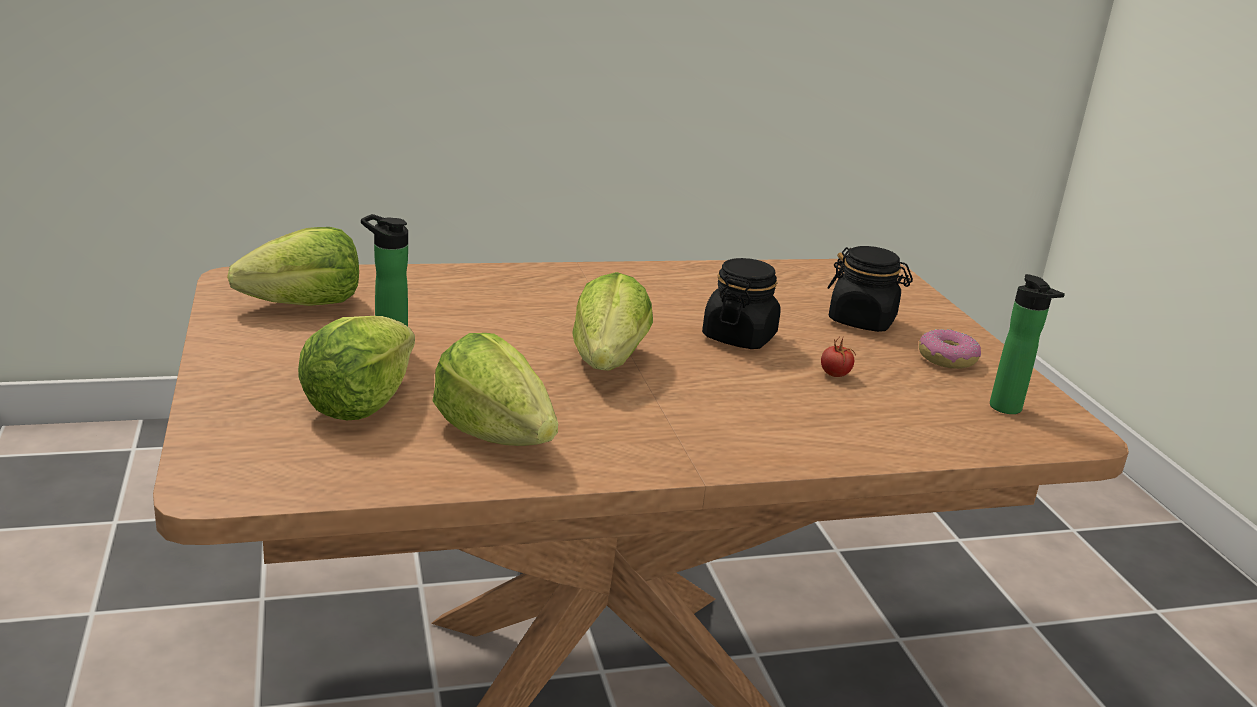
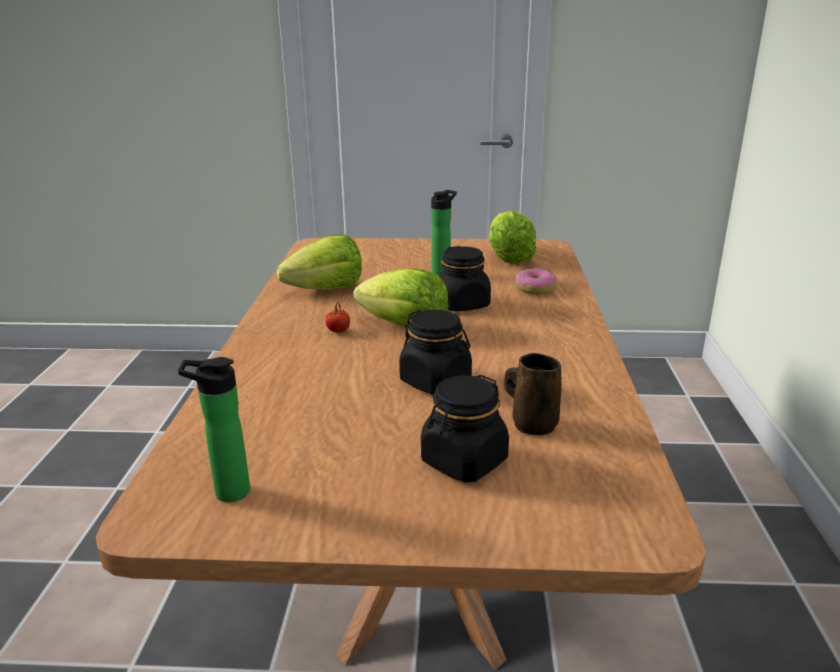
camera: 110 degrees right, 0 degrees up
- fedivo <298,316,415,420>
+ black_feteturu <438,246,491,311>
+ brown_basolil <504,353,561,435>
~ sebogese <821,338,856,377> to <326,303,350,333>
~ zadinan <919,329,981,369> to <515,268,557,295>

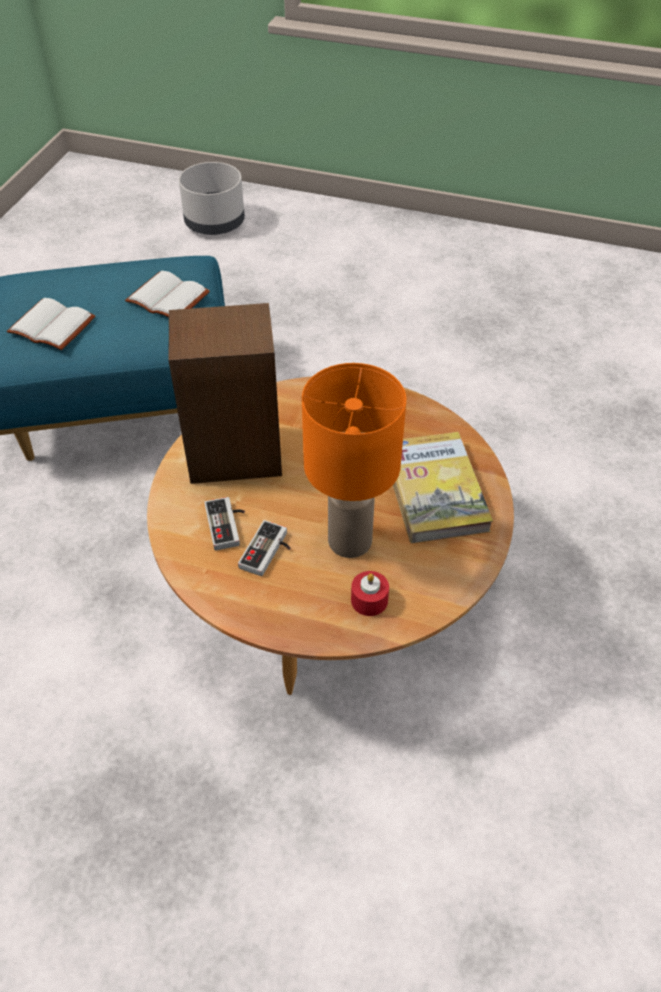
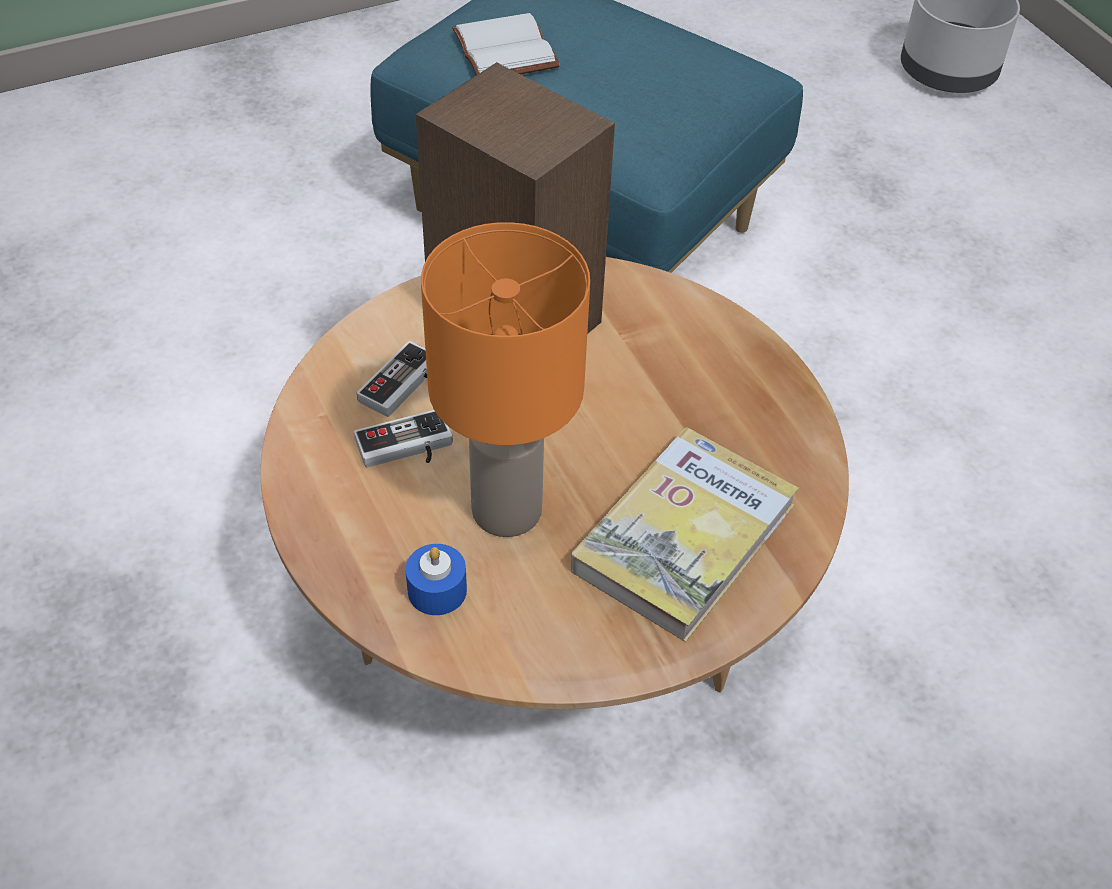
camera: 45 degrees right, 0 degrees up
- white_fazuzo <125,271,210,317>
~ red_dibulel <351,571,389,616> to blue_dibulel <405,544,467,615>

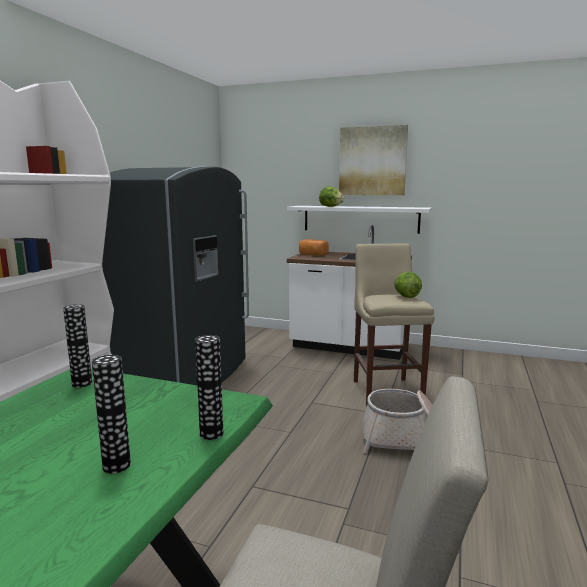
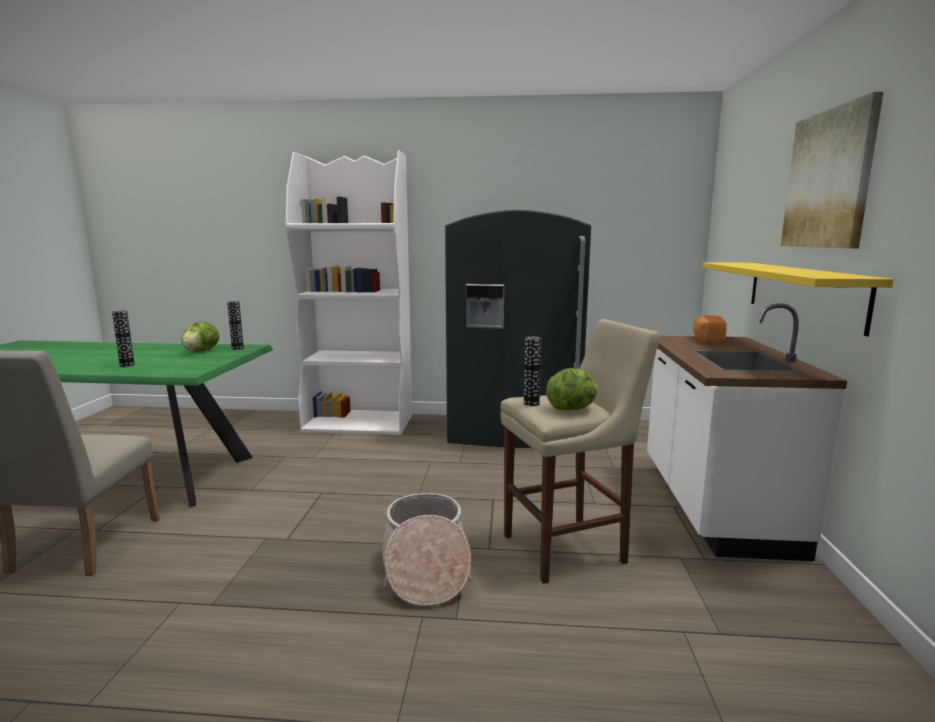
camera: 75 degrees right, 0 degrees up
~ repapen <195,335,223,440> to <524,337,541,406>
~ fedivo <319,186,344,207> to <182,321,219,352>
~ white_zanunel <287,206,431,234> to yellow_zanunel <702,262,894,336>

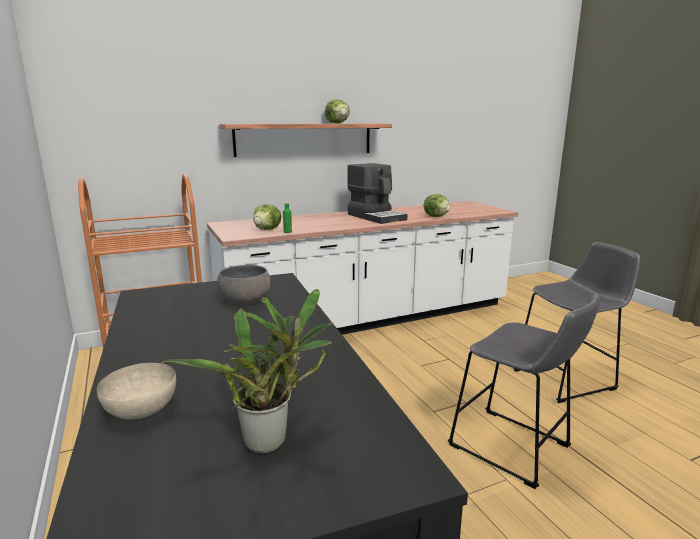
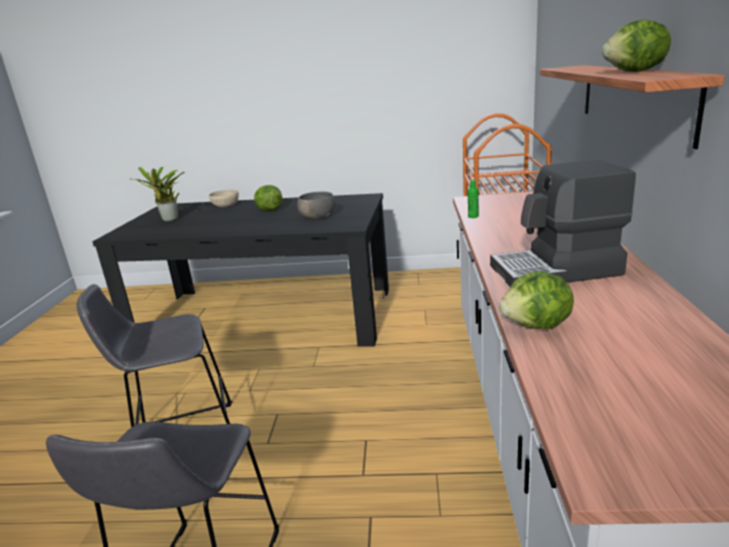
camera: 120 degrees right, 5 degrees up
~ fedivo <253,204,281,230> to <254,185,282,211>

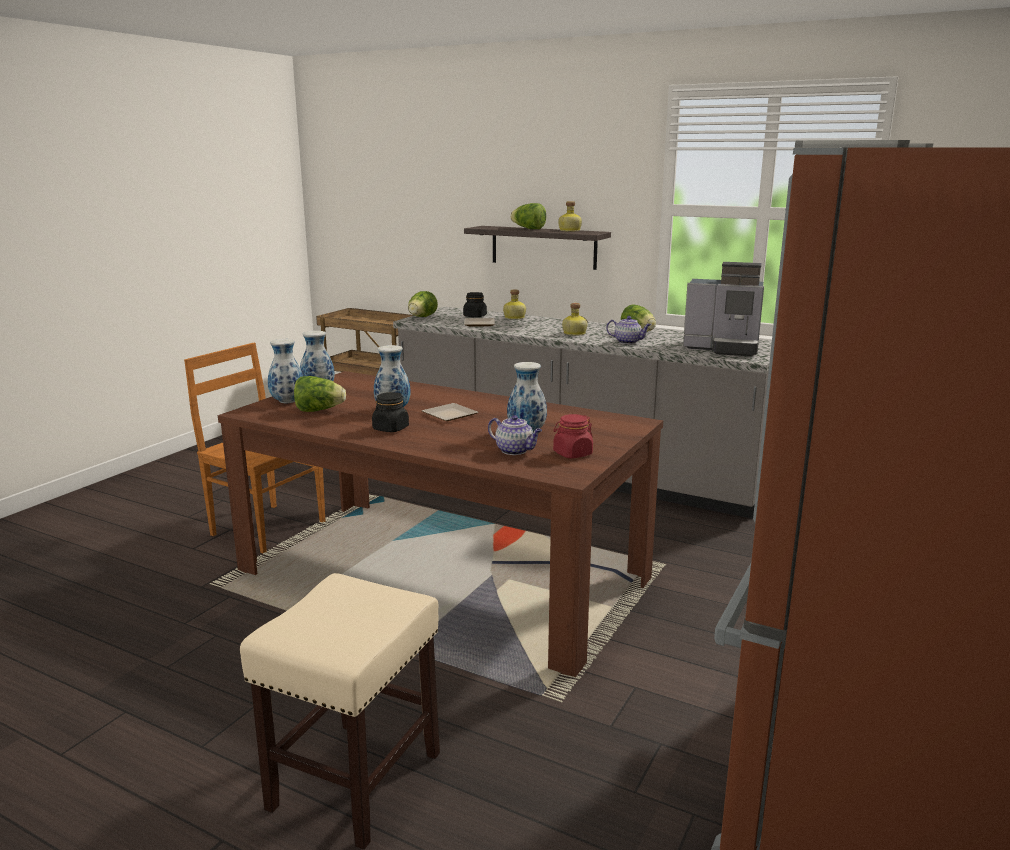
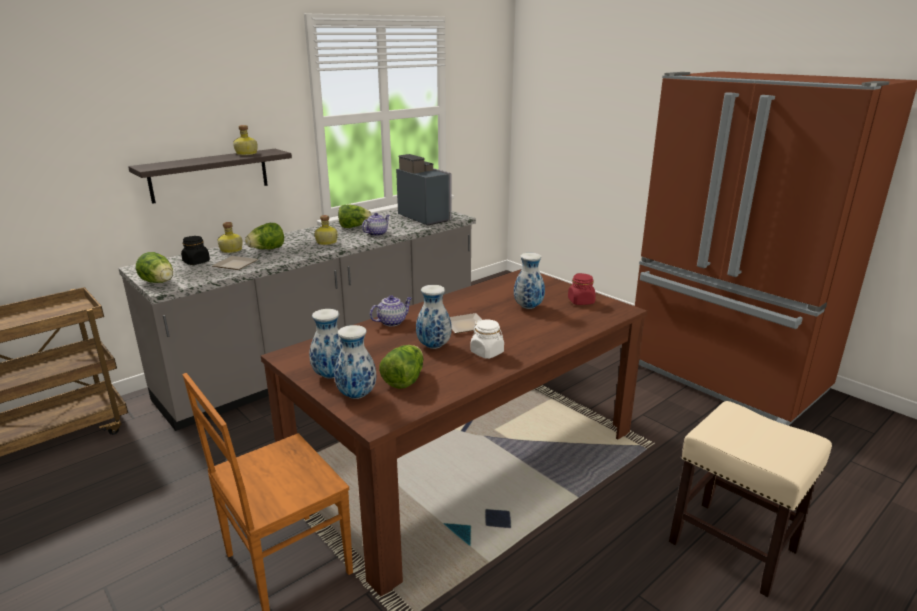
camera: 70 degrees left, 5 degrees up
~ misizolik <488,415,542,455> to <370,295,412,326>
~ fedivo <510,203,546,229> to <245,223,284,249>
~ black_feteturu <372,392,409,432> to white_feteturu <471,319,504,359>
~ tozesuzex <683,262,764,357> = <396,154,452,226> 75 degrees counterclockwise

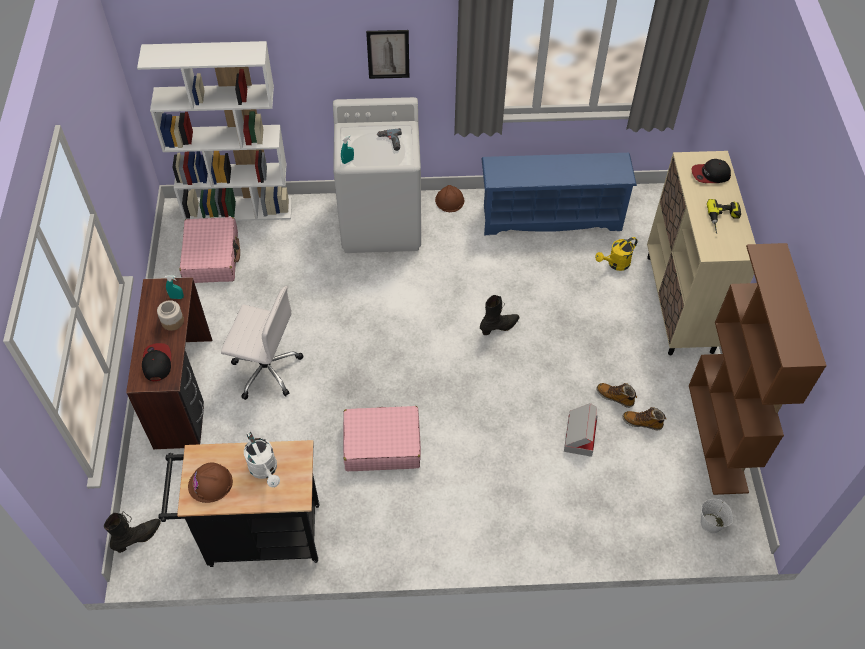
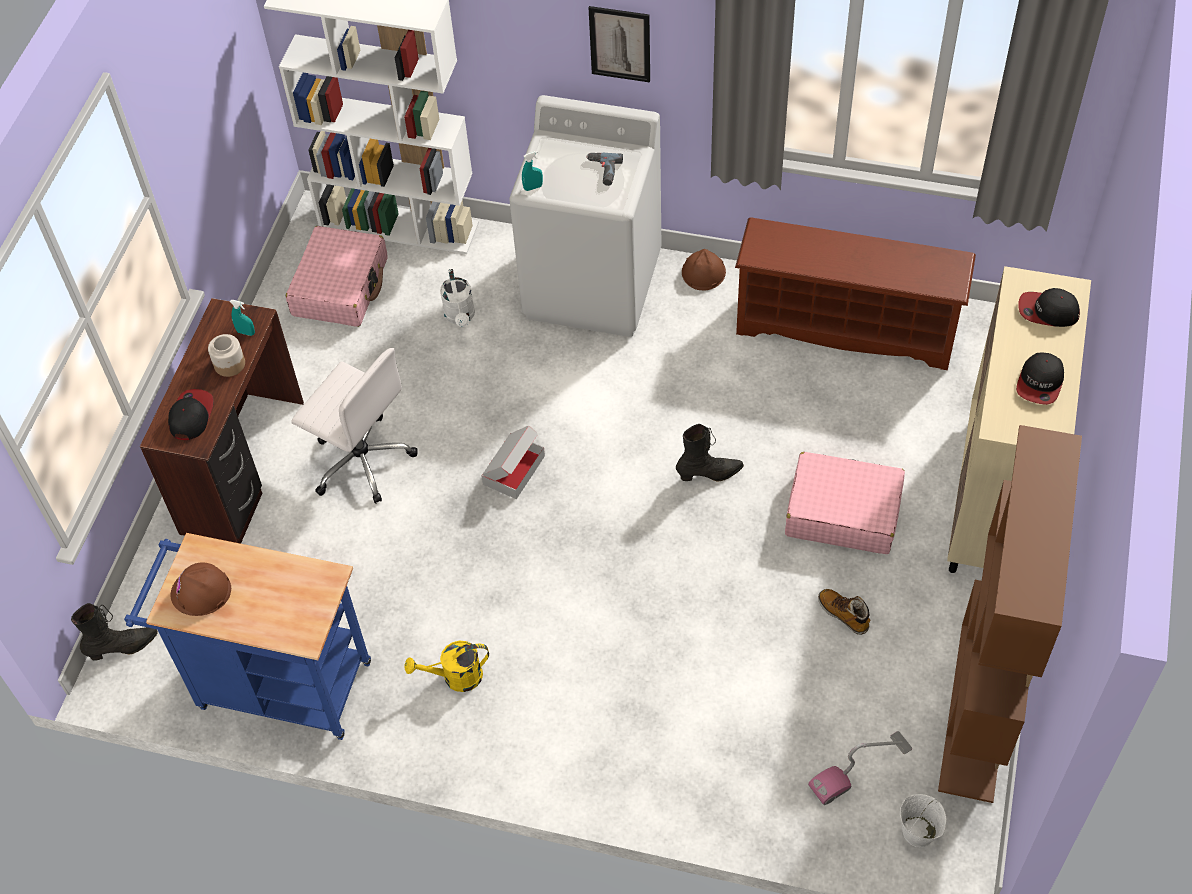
camera: 20 degrees right, 0 degrees up
- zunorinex <622,407,667,430>
+ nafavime <808,731,912,805>
~ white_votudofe <244,432,280,487> to <440,269,475,327>
~ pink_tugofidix <343,406,421,471> to <785,452,905,554>
~ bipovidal <564,403,598,457> to <482,426,545,499>
~ yellow_votudofe <595,237,638,271> to <405,641,489,692>
~ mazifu <707,199,741,234> to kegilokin <1016,353,1064,405>
~ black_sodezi <158,440,319,567> to blue_sodezi <124,533,371,740>
~ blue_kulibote <481,153,637,235> to brown_kulibote <735,218,976,370>

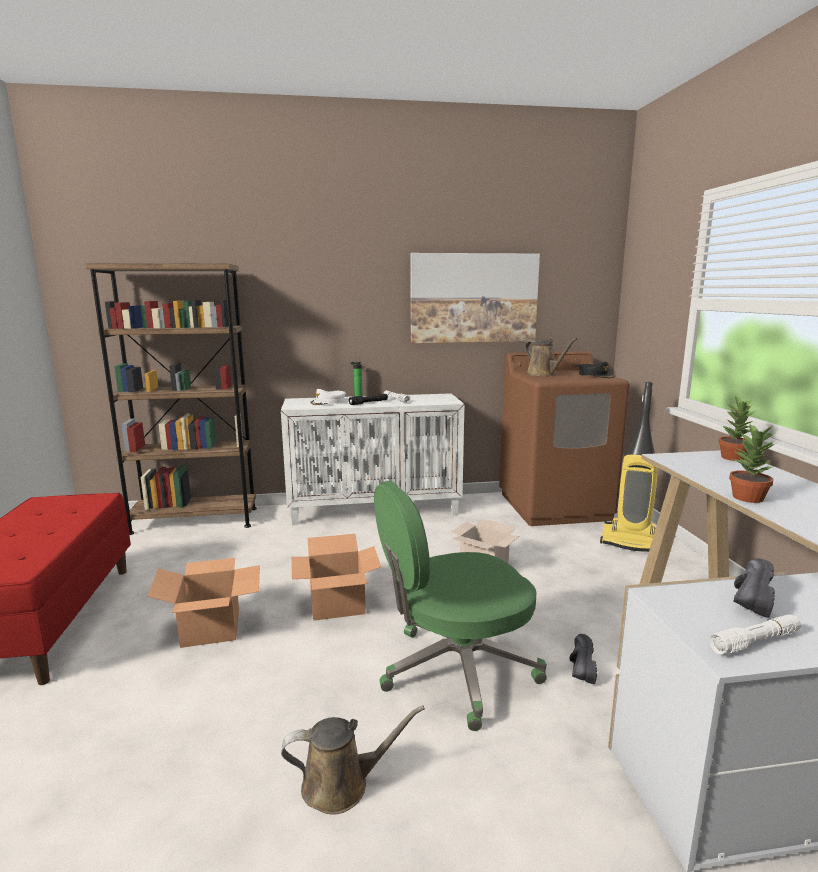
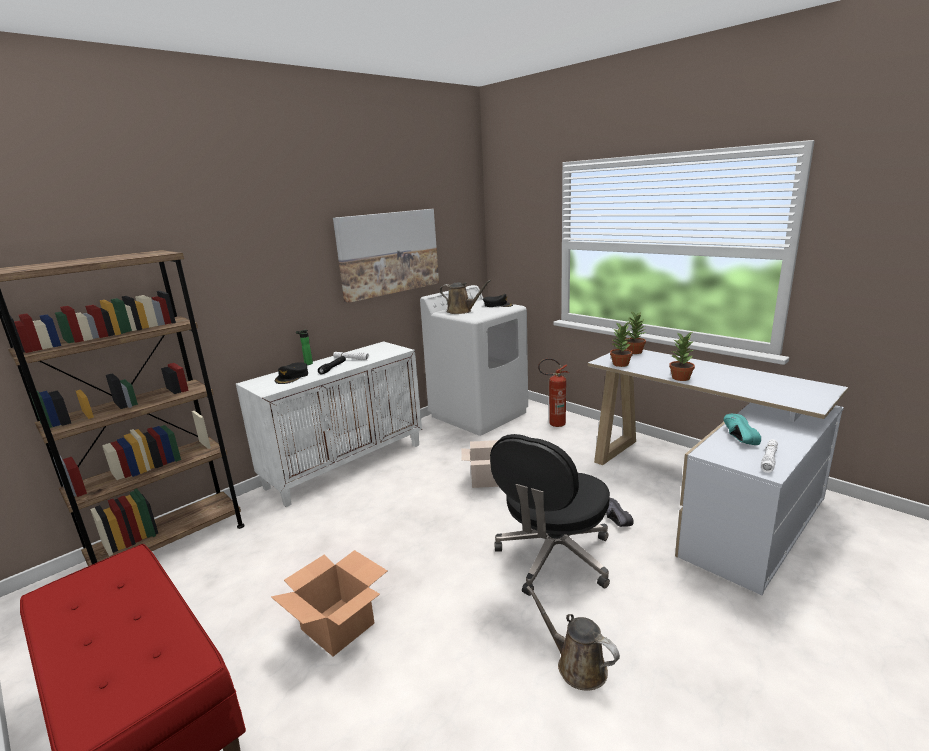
camera: 35 degrees left, 5 degrees up
- bipovidal <291,534,381,621>
+ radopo <610,322,633,367>
~ nafavime <600,382,658,552> to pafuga <538,358,569,427>
~ white_kegilokin <309,389,346,405> to black_kegilokin <274,362,308,384>
~ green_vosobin <374,480,547,731> to black_vosobin <490,434,610,596>
~ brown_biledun <499,351,630,526> to white_biledun <420,285,528,436>
~ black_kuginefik <733,558,775,618> to turquoise_kuginefik <724,414,761,445>
~ brown_votudofe <281,706,425,815> = <526,586,620,691> 90 degrees counterclockwise

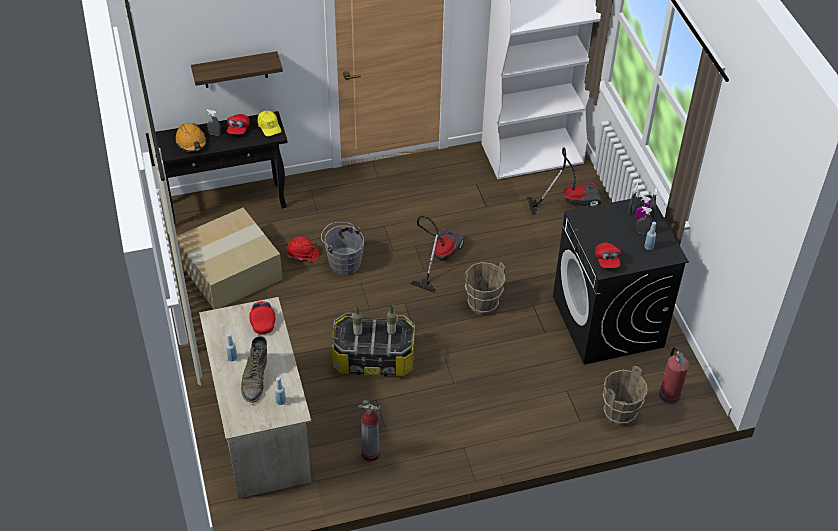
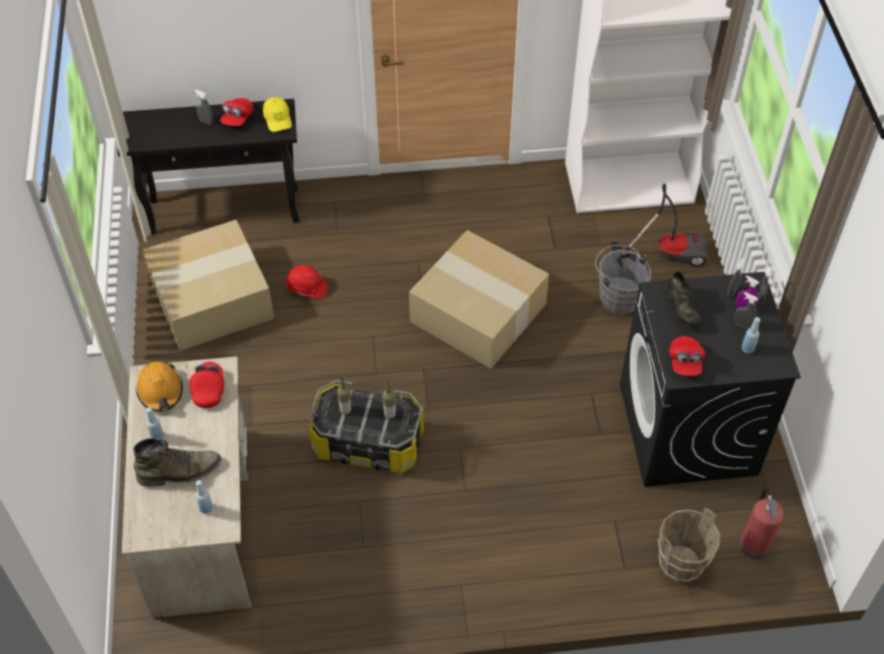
camera: 10 degrees right, 5 degrees up
- zanunel <191,51,283,88>
- pafuga <358,400,381,462>
- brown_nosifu <465,262,505,315>
+ black_kuginefik <668,272,701,328>
~ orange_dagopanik <175,123,207,152> to <136,361,183,412>
~ grey_nosifu <321,222,364,275> to <595,245,651,315>
~ nafavime <411,215,466,293> to bipovidal <409,230,549,369>
~ green_zunorinex <241,336,267,403> = <133,438,221,487> 120 degrees counterclockwise

